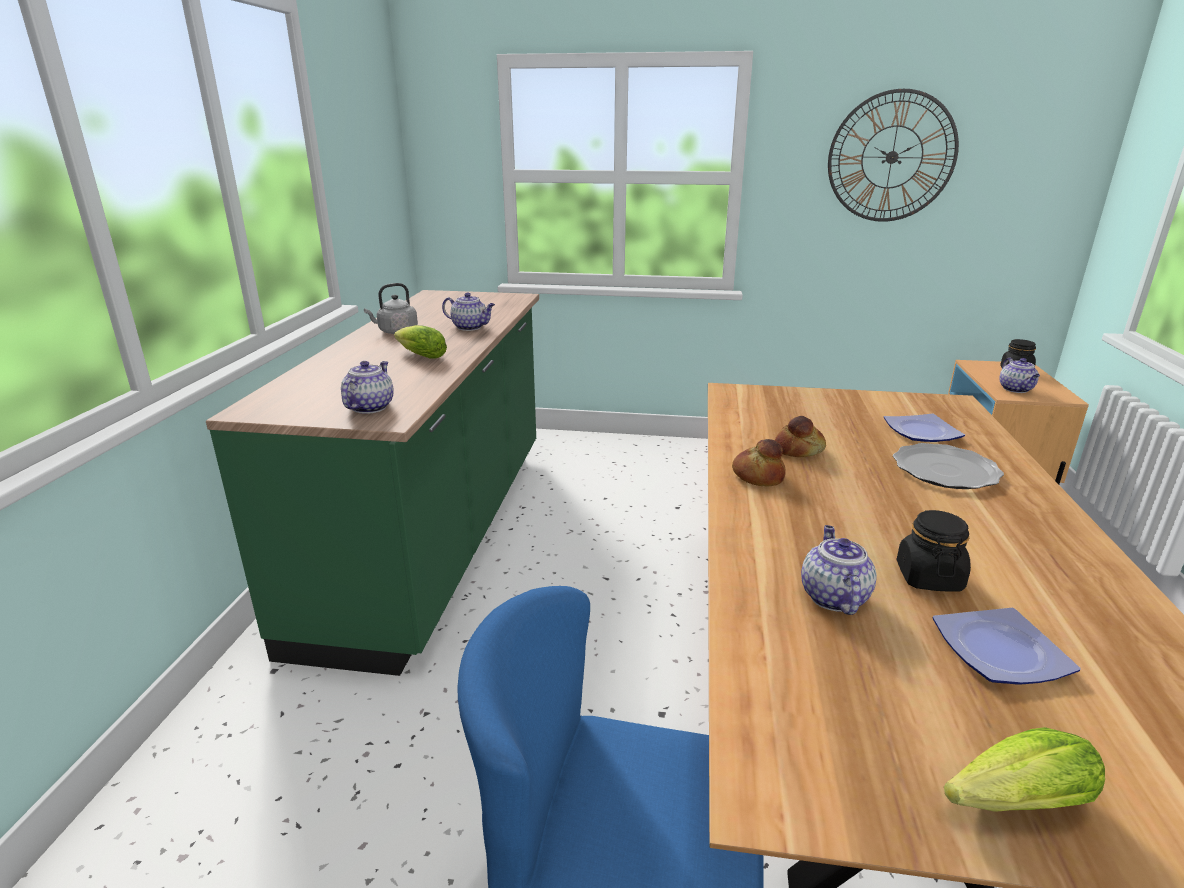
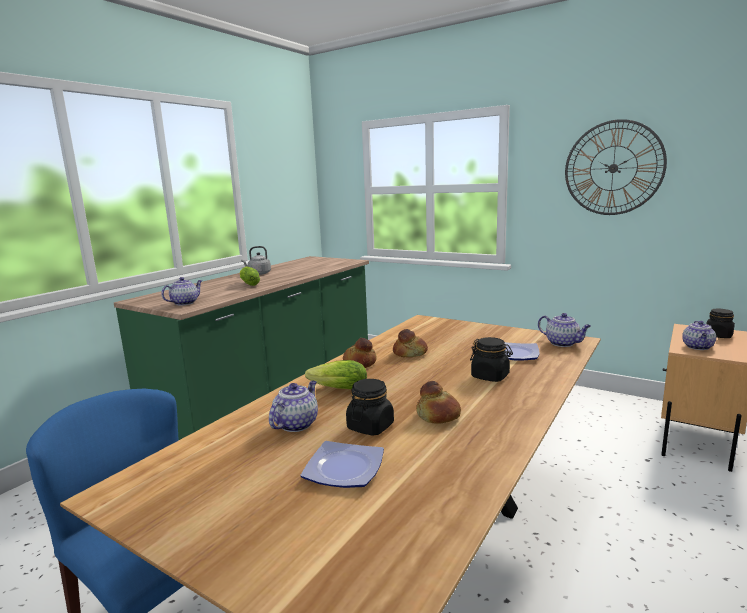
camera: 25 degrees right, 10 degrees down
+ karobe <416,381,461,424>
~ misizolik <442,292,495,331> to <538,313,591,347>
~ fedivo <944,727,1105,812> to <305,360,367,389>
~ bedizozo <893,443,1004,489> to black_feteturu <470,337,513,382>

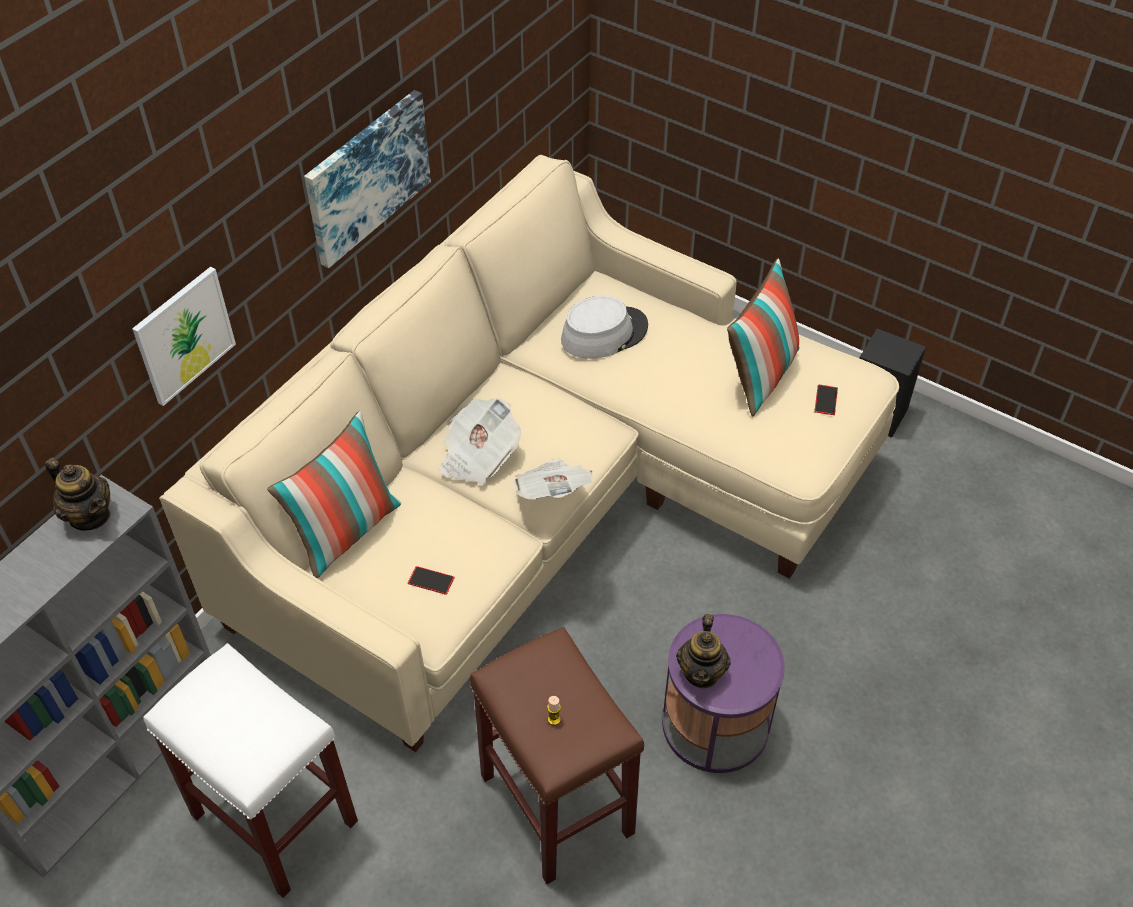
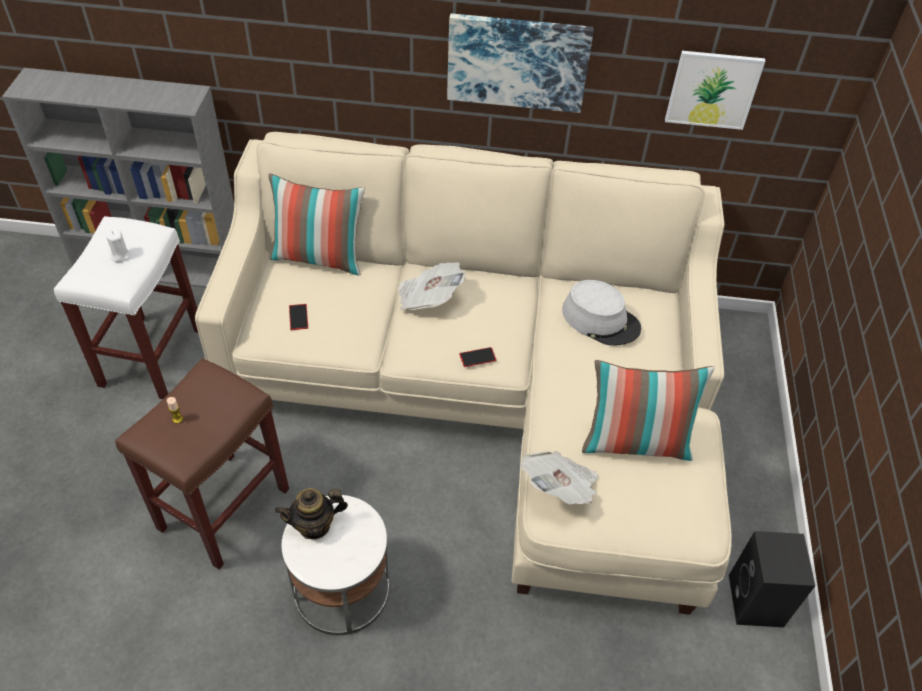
camera: 60 degrees right, 0 degrees up
- misizolik <45,458,111,531>
+ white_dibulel <106,228,130,263>
~ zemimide <132,267,236,406> to <665,51,765,130>
~ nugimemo <514,458,593,500> to <521,451,598,504>
~ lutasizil <814,384,838,415> to <459,347,497,367>
~ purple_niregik <662,614,785,773> to white_niregik <282,495,389,635>

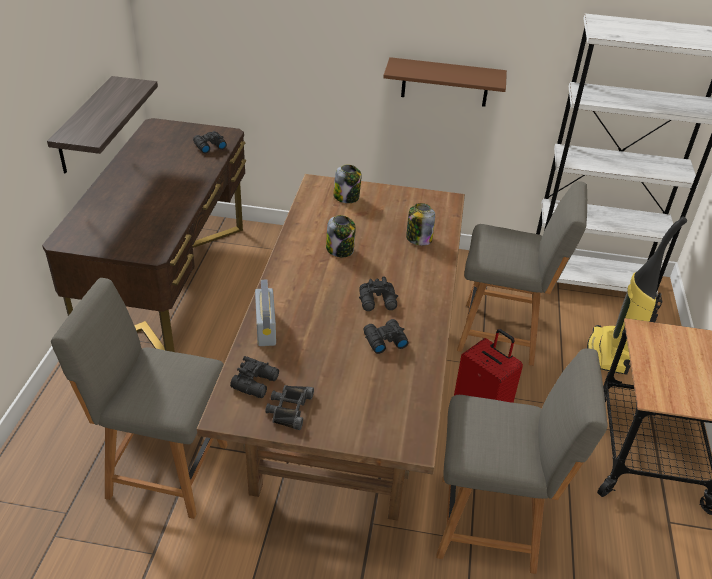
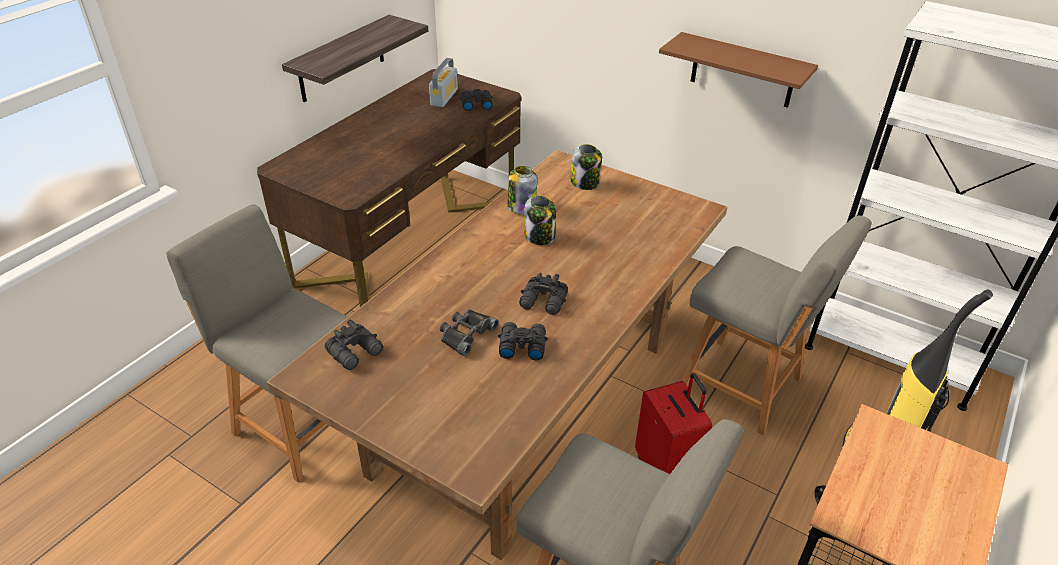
camera: 25 degrees right, 0 degrees up
~ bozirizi <255,280,276,346> to <429,58,458,107>
~ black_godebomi <265,385,314,430> to <440,309,499,356>
~ feteturu <406,203,435,246> to <507,166,537,215>

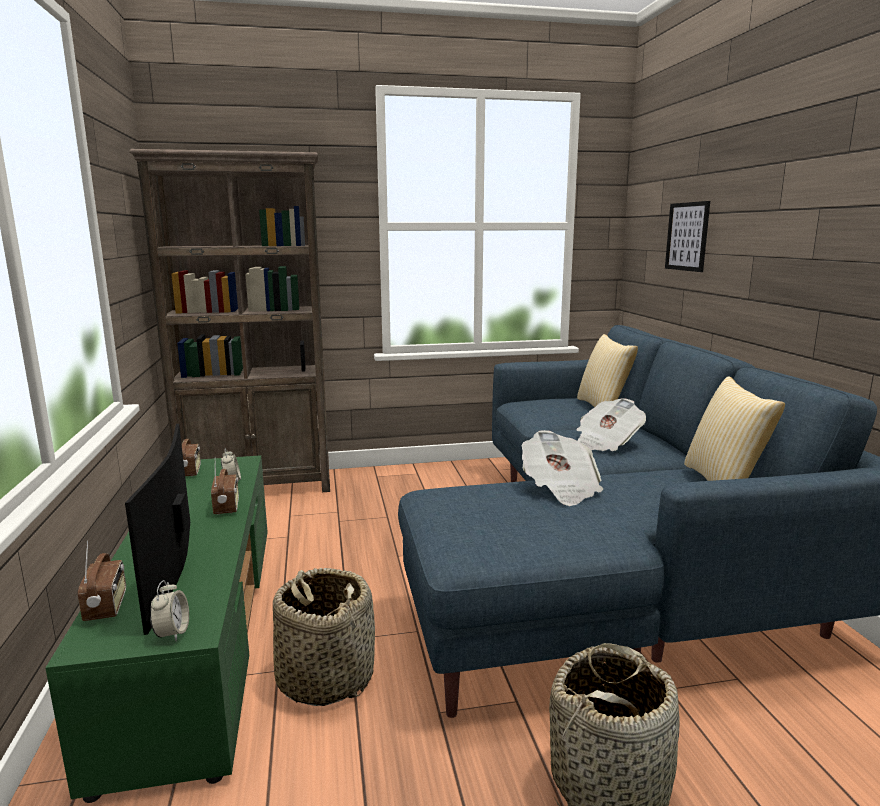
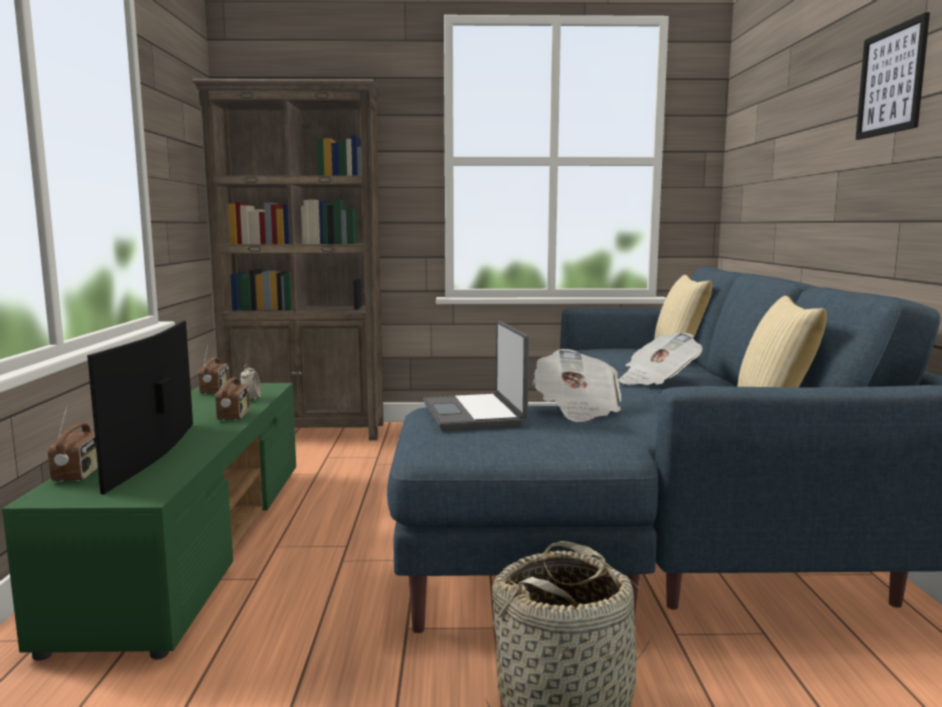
camera: 10 degrees right, 5 degrees down
- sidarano <150,580,189,641>
- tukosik <273,568,375,706>
+ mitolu <423,321,529,431>
~ zemimide <665,201,710,272> to <855,12,930,140>

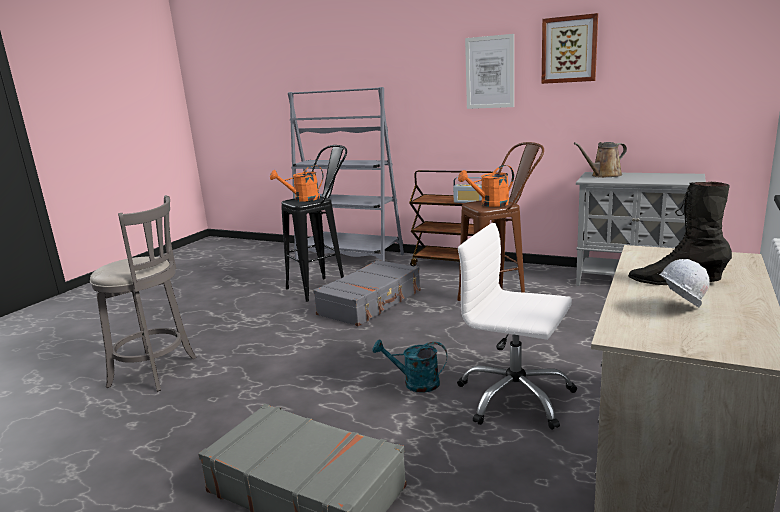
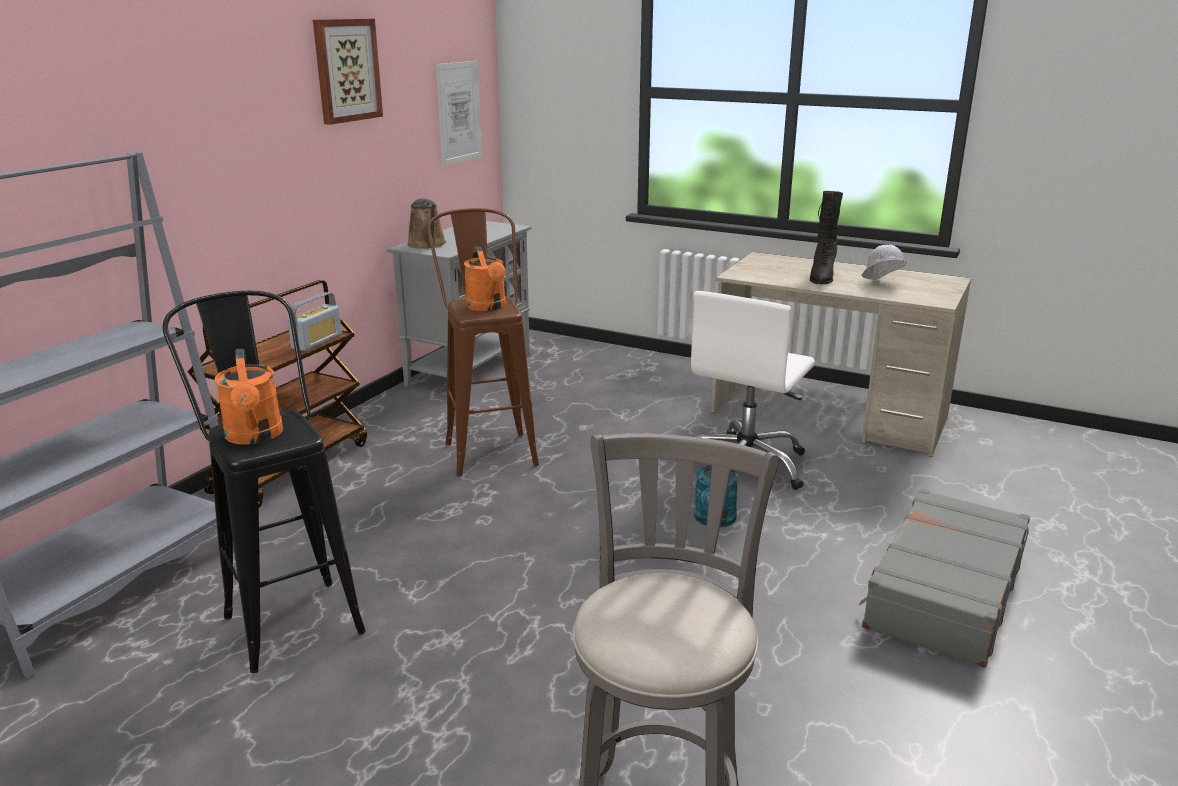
camera: 90 degrees left, 5 degrees up
- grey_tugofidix <313,260,421,326>
~ zemimide <465,34,514,109> to <436,61,482,166>

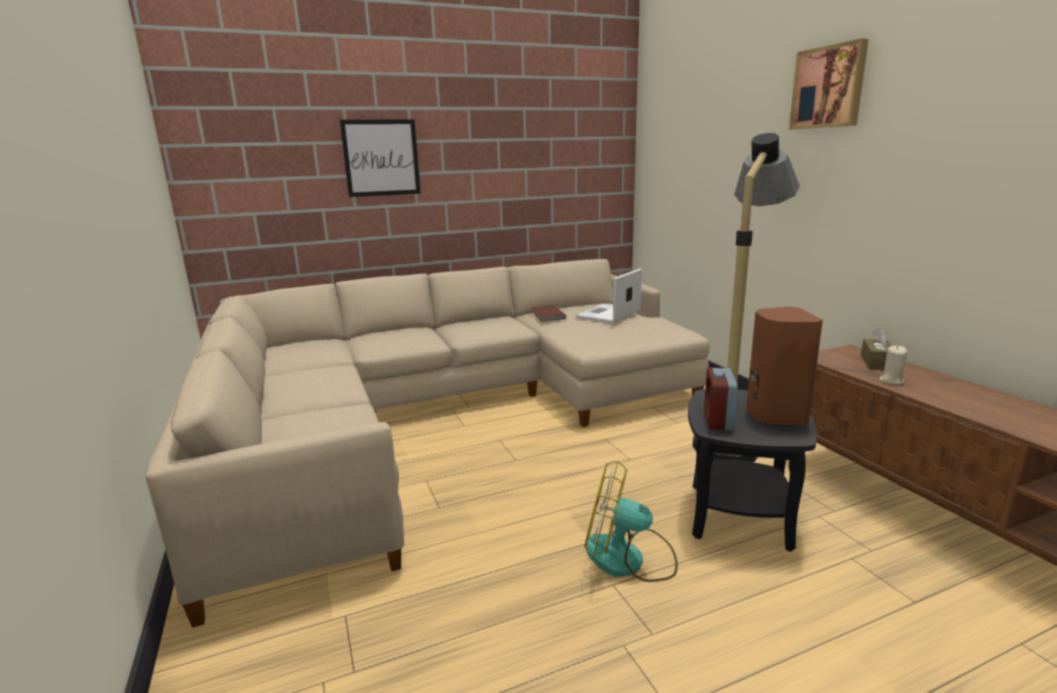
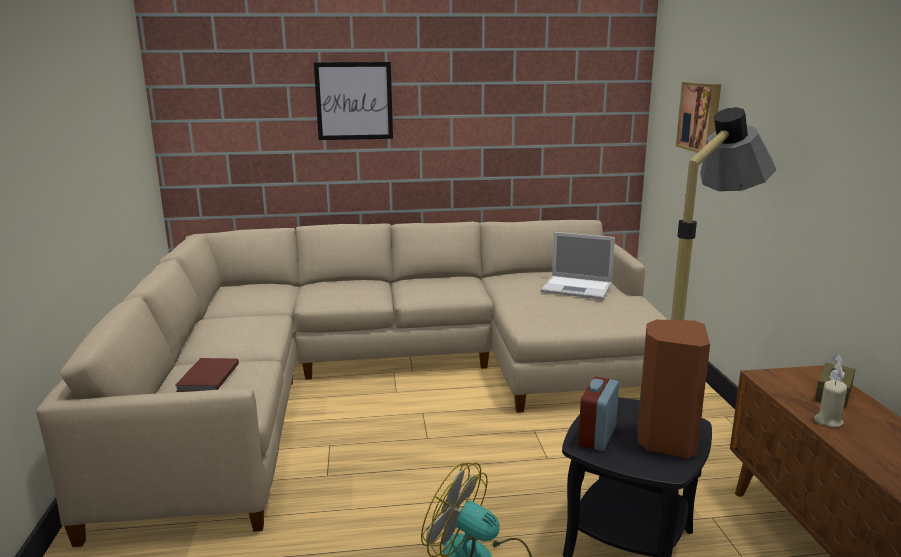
camera: 15 degrees right, 0 degrees up
~ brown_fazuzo <532,305,566,321> to <176,358,239,392>
~ zemimide <789,39,869,130> to <676,82,721,153>
~ mitolu <576,268,642,324> = <541,232,615,299> 120 degrees counterclockwise

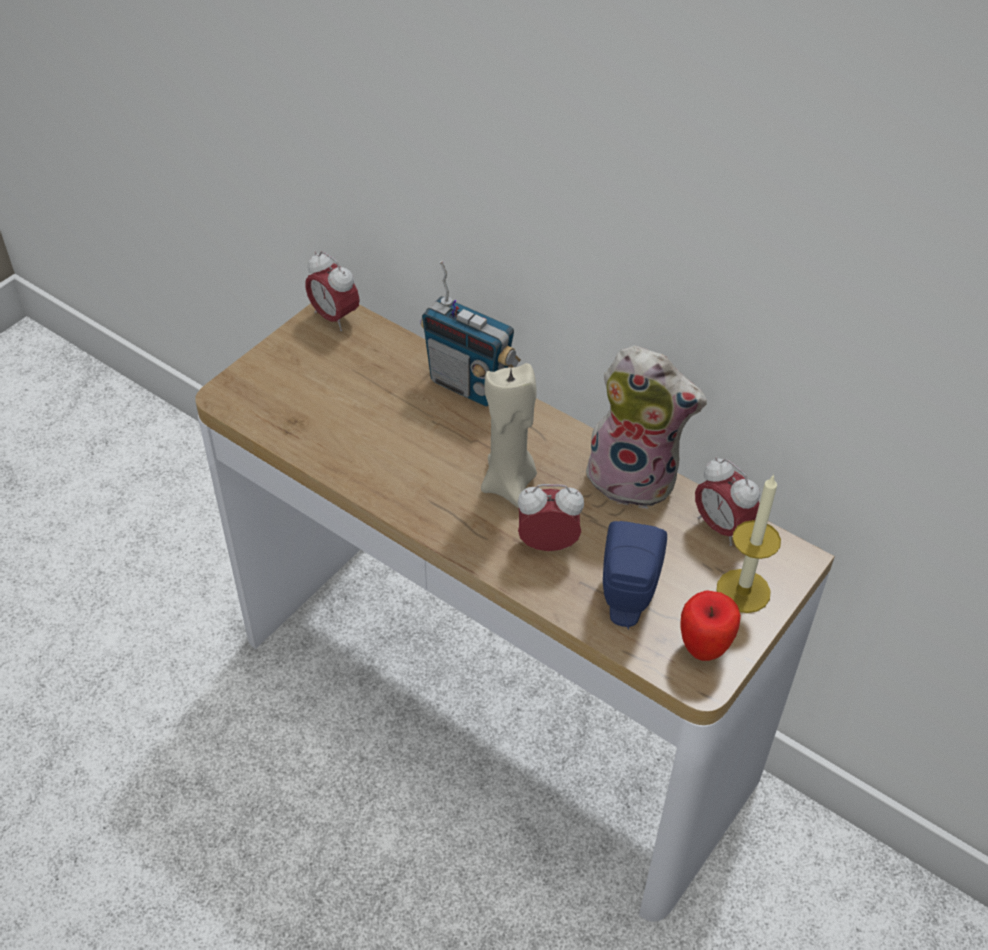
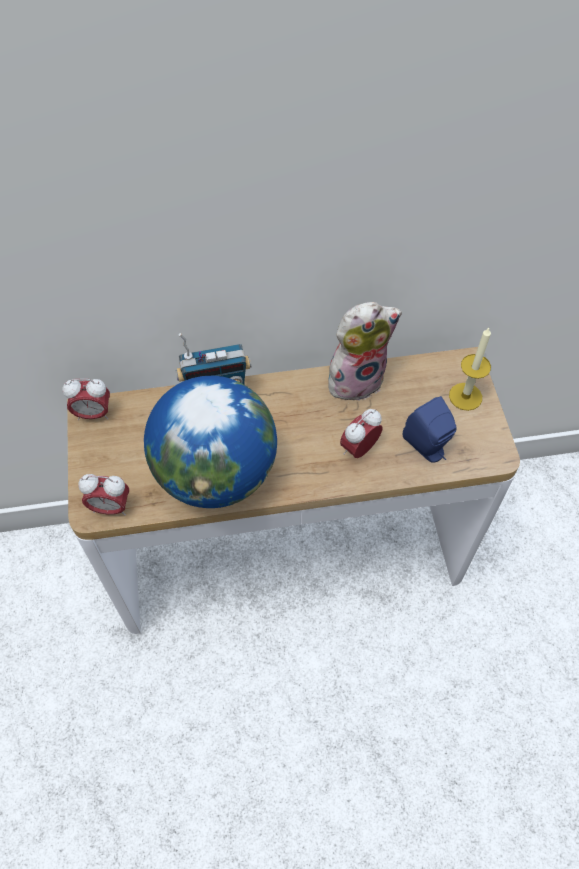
camera: 45 degrees left, 10 degrees up
- beige_dibulel <481,363,537,508>
- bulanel <680,590,741,661>
+ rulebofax <144,376,277,508>
~ sidarano <695,457,760,546> to <78,474,129,516>

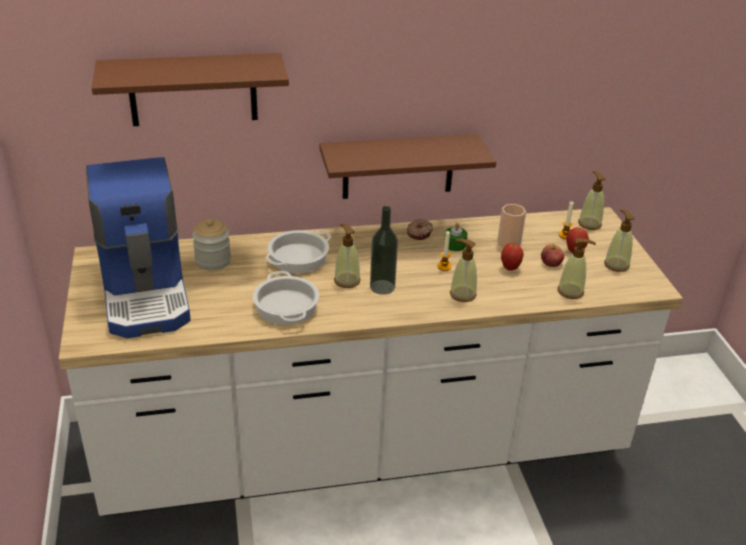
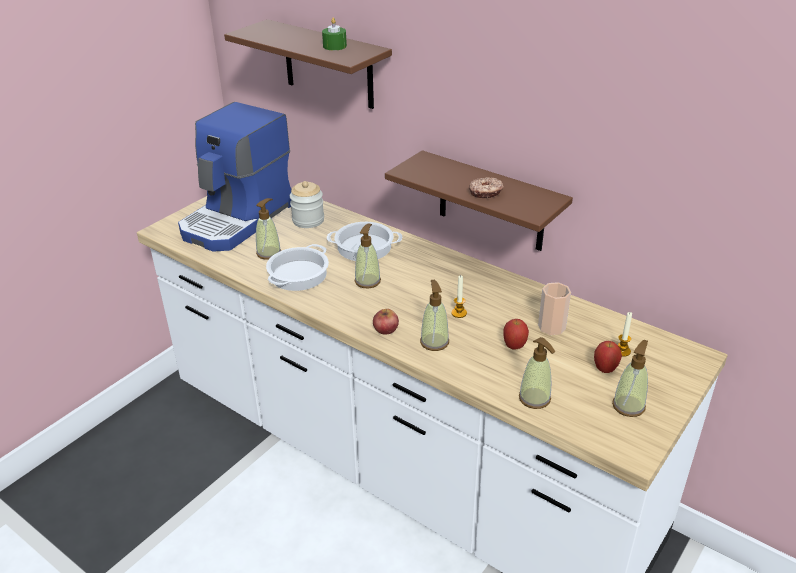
camera: 50 degrees right, 0 degrees up
- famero <370,206,398,295>
~ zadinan <407,219,433,240> to <469,177,504,198>
~ green_dibulel <444,223,467,251> to <322,18,347,50>
~ bulanel <541,244,564,267> to <373,308,399,335>
~ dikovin <578,171,605,230> to <256,198,281,260>

